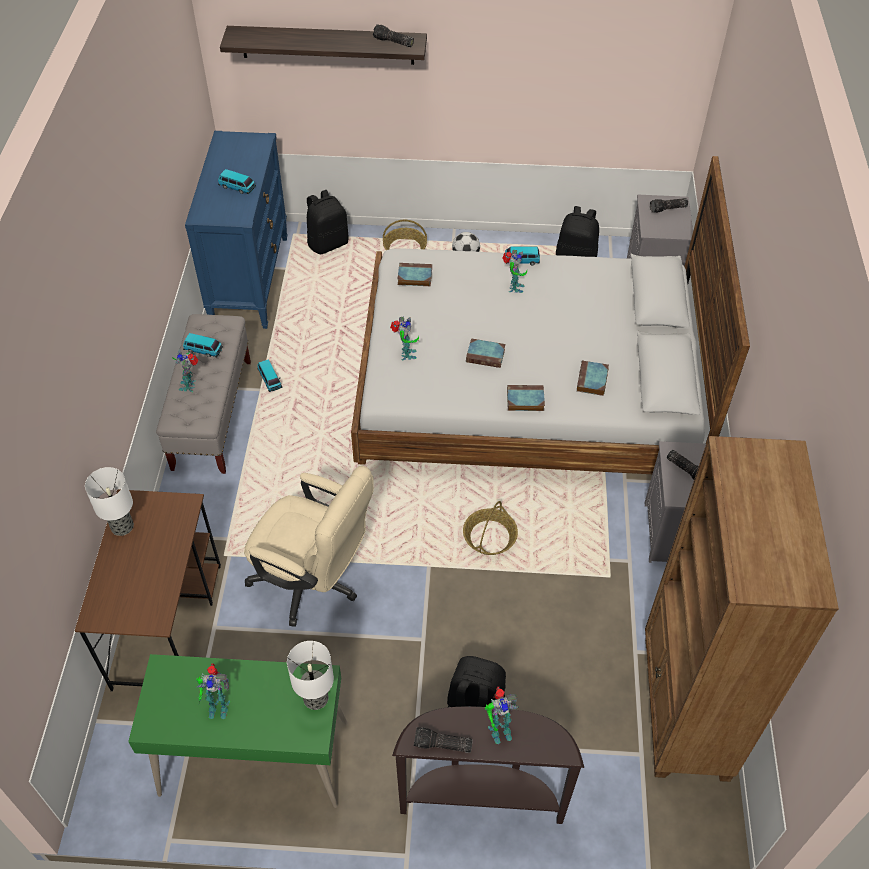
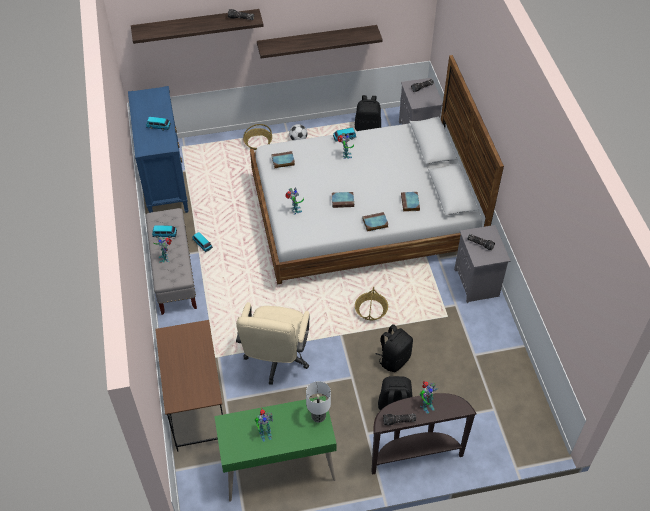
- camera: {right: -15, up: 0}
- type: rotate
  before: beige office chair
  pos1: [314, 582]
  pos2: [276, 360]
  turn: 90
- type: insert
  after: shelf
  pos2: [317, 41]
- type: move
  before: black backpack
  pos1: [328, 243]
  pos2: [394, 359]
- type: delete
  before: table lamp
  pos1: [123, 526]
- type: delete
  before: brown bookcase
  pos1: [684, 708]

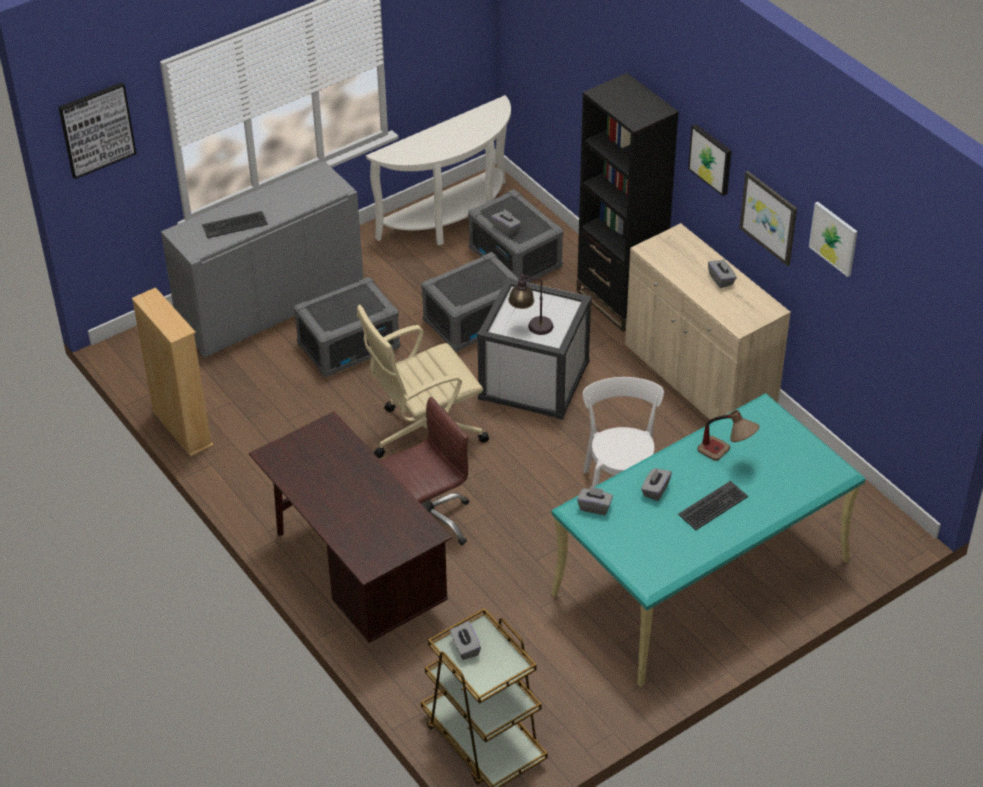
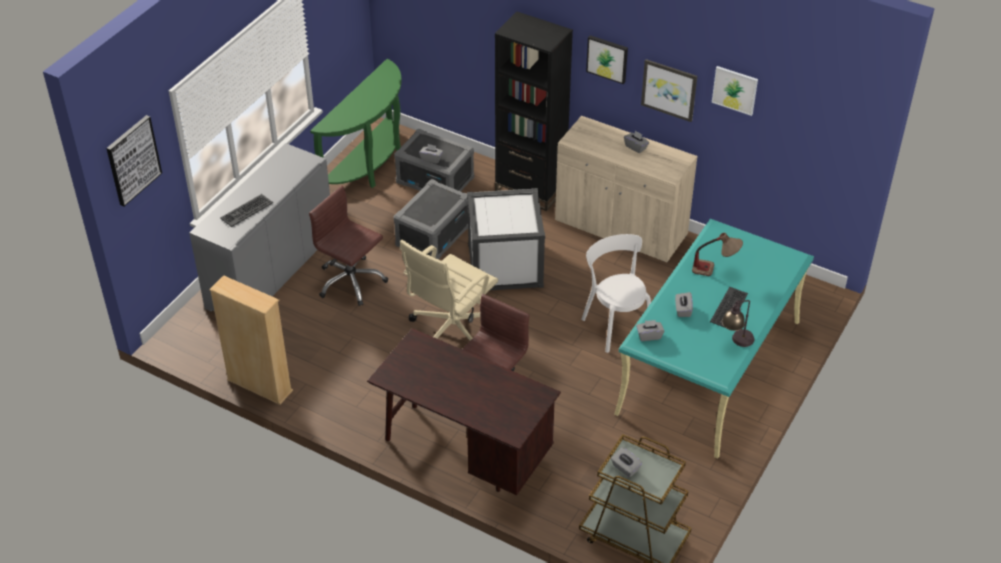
- camera: {right: -25, up: 0}
- type: replace
  before: grey storage box
  after: brown office chair
  pos1: [349, 345]
  pos2: [351, 282]
- type: recolor
  before: white console table
  after: green console table
  pos1: [452, 220]
  pos2: [370, 166]
- type: move
  before: table lamp
  pos1: [530, 327]
  pos2: [736, 342]

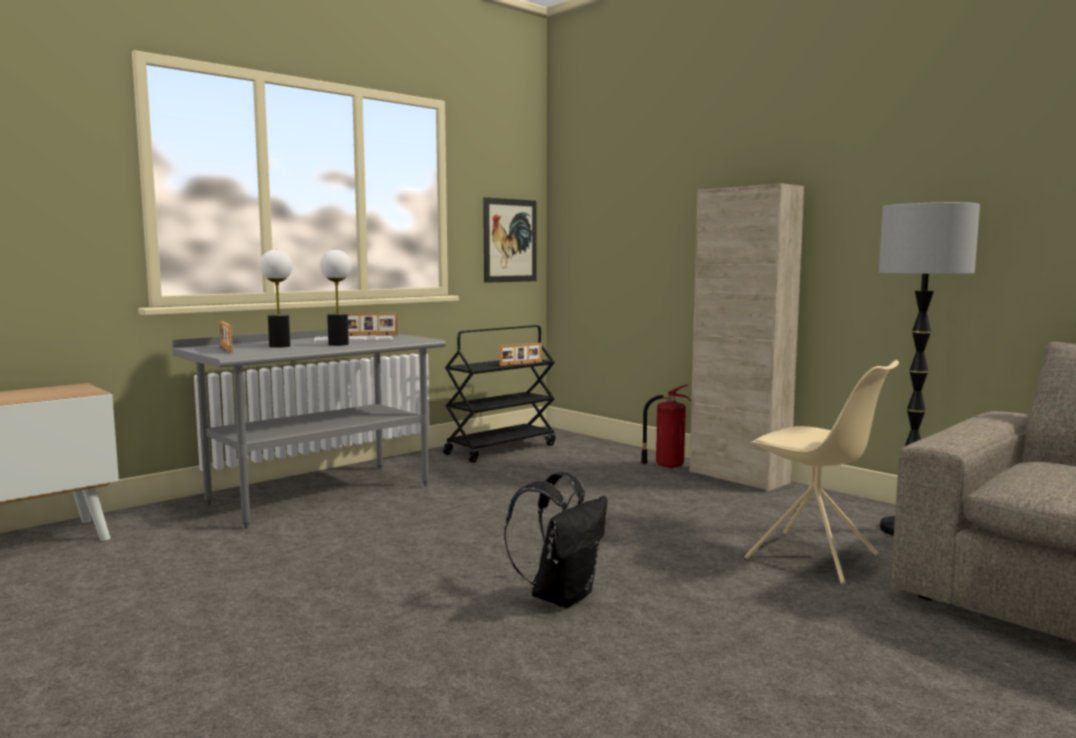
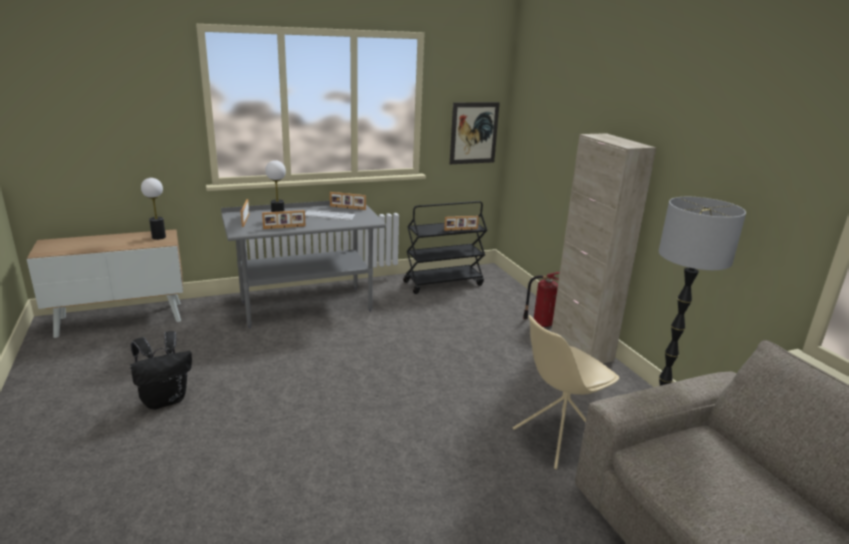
- camera: {right: 20, up: 15}
- type: move
  before: black backpack
  pos1: [561, 596]
  pos2: [165, 400]
- type: move
  before: table lamp
  pos1: [338, 344]
  pos2: [159, 237]
- type: insert
  after: picture frame
  pos2: [284, 227]
- type: rotate
  before: beige chair
  pos1: [814, 557]
  pos2: [557, 439]
  turn: 90

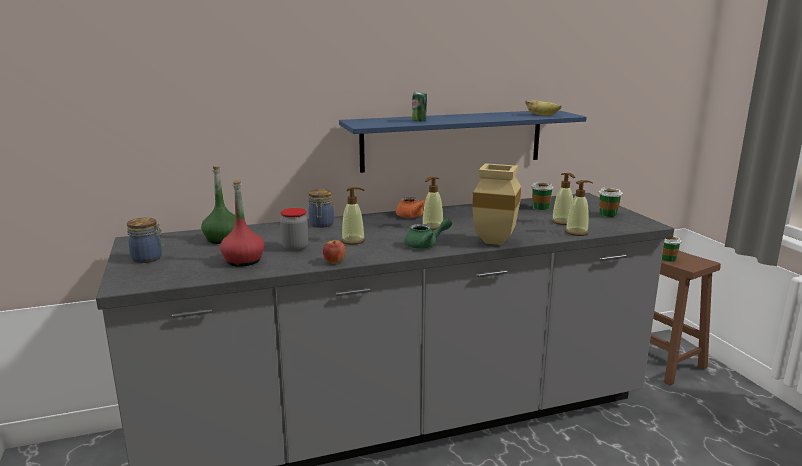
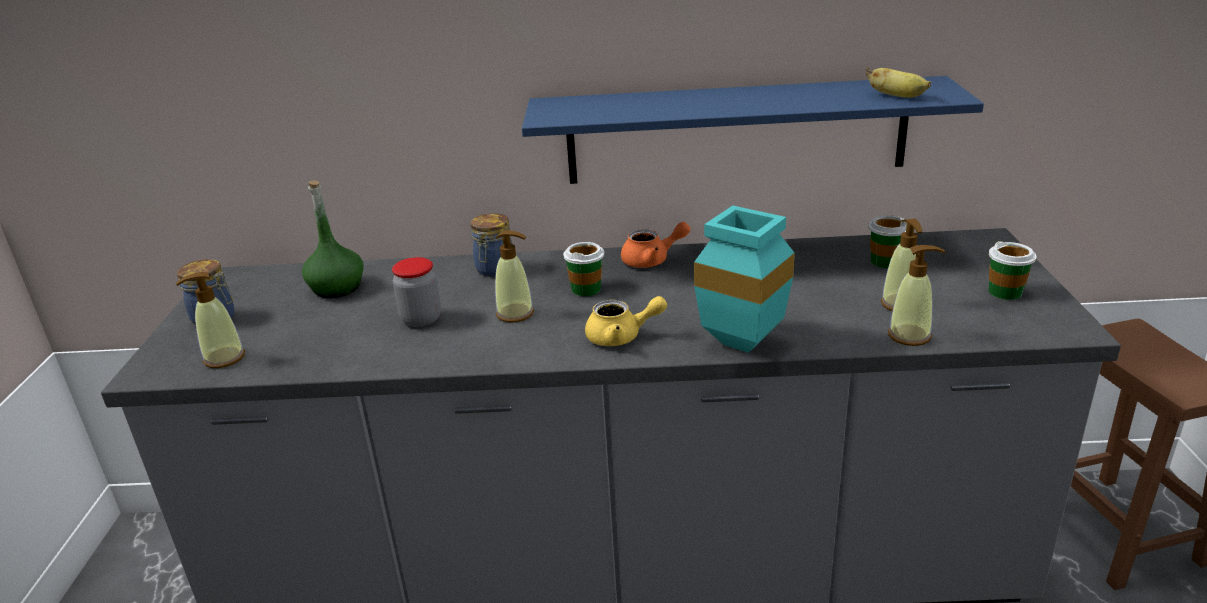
- camera: {right: 20, up: 10}
- type: move
  before: soap dispenser
  pos1: [432, 227]
  pos2: [224, 358]
- type: move
  before: cup
  pos1: [667, 259]
  pos2: [586, 289]
- type: recolor
  before: green teapot
  after: yellow teapot
  pos1: [426, 245]
  pos2: [621, 337]
- type: recolor
  before: beige vase
  after: turquoise vase
  pos1: [497, 241]
  pos2: [747, 343]
- type: delete
  before: red bottle
  pos1: [243, 261]
- type: delete
  before: apple
  pos1: [334, 262]
- type: delete
  before: can
  pos1: [419, 120]

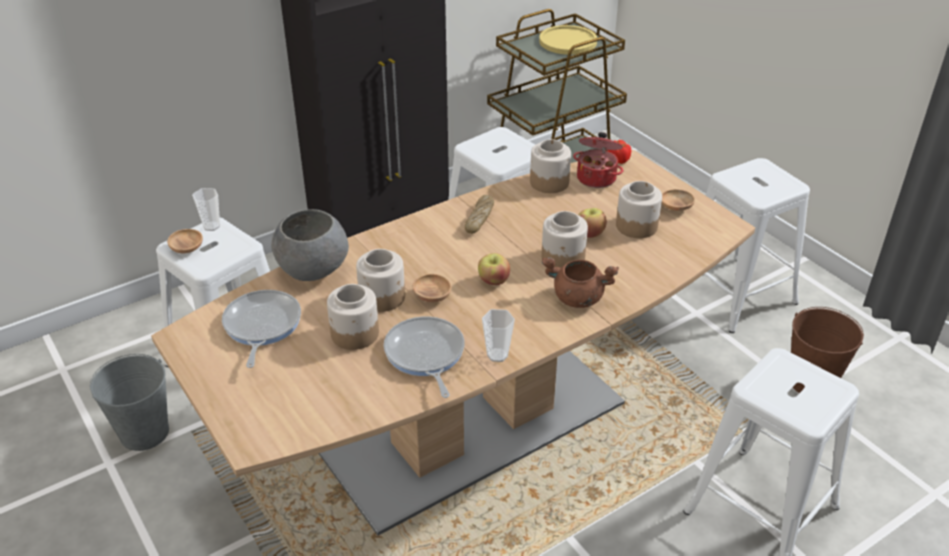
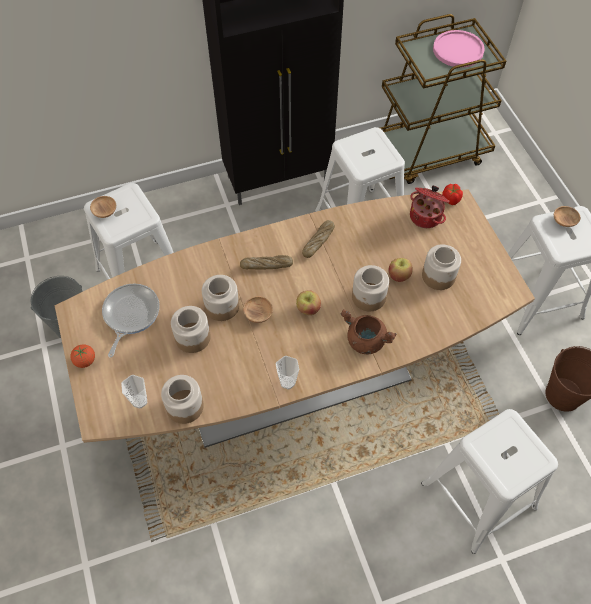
- camera: {right: 15, up: 20}
- type: insert
  after: tomato
  pos2: [85, 361]
- type: move
  before: cup
  pos1: [211, 226]
  pos2: [139, 401]
- type: move
  before: jar
  pos1: [549, 182]
  pos2: [185, 406]
- type: insert
  after: bread
  pos2: [266, 265]
- type: recolor
  before: yellow plate
  after: pink plate
  pos1: [568, 42]
  pos2: [458, 50]
- type: move
  before: brown bowl
  pos1: [675, 208]
  pos2: [564, 221]
- type: delete
  before: grey bowl
  pos1: [313, 270]
- type: delete
  before: frying pan
  pos1: [425, 355]

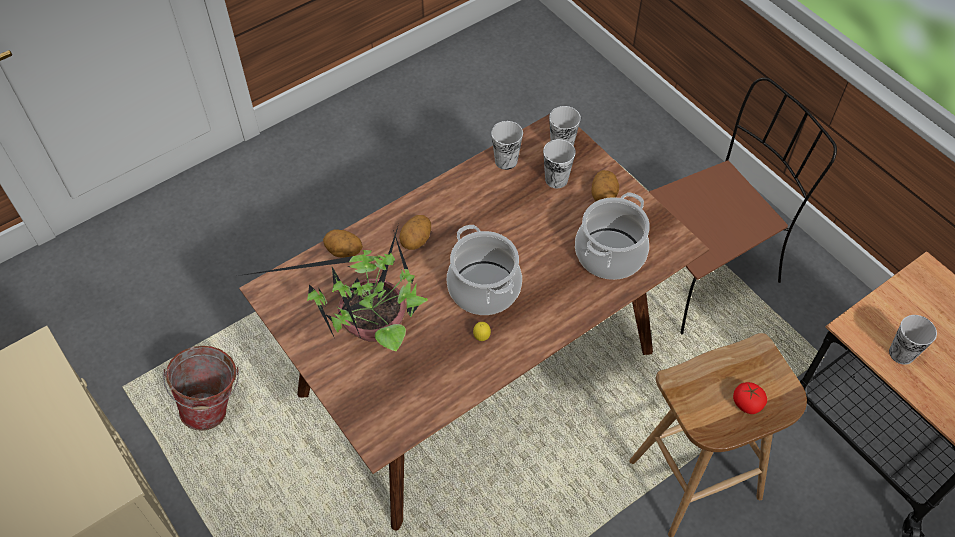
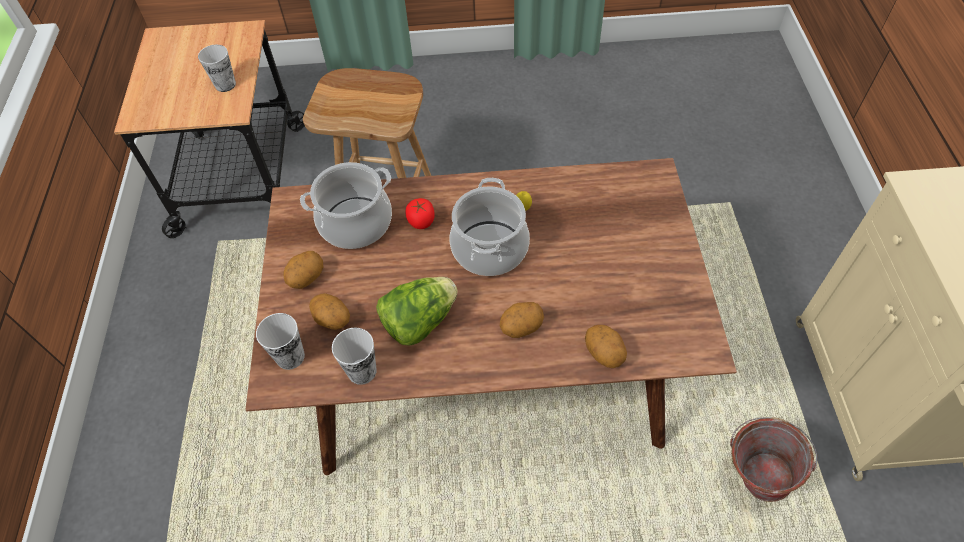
- camera: {right: -145, up: 0}
- type: replace
  before: cup
  after: potato
  pos1: [556, 179]
  pos2: [332, 320]
- type: insert
  after: lettuce
  pos2: [419, 322]
- type: move
  before: tomato
  pos1: [746, 404]
  pos2: [421, 221]
- type: delete
  before: potted plant
  pos1: [370, 325]
- type: delete
  before: brown chair
  pos1: [701, 267]

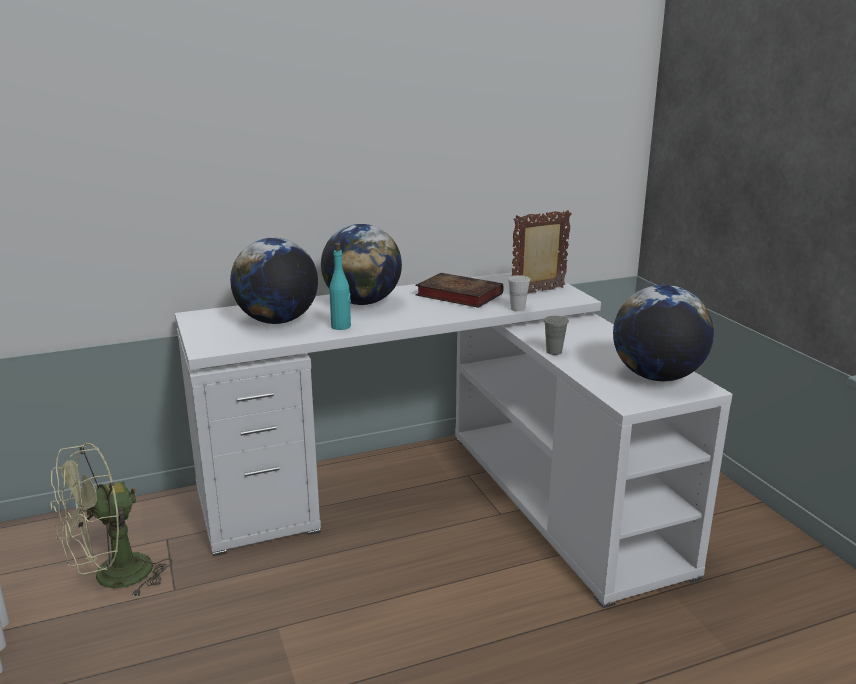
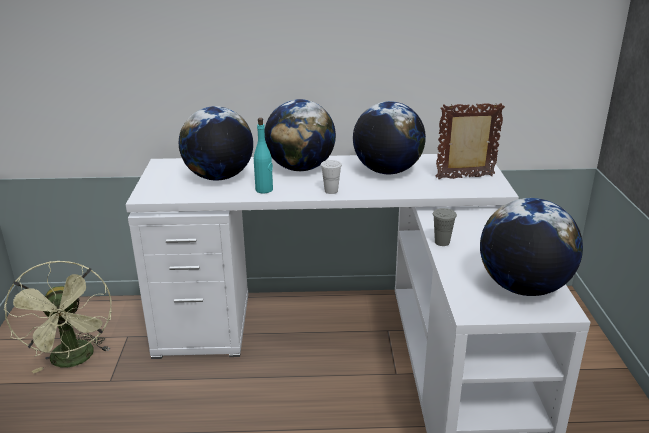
- camera: {right: 20, up: 5}
- type: rotate
  before: green fan
  pos1: [112, 578]
  pos2: [74, 360]
  turn: -90
- type: move
  before: white cup
  pos1: [517, 308]
  pos2: [331, 191]
- type: replace
  before: book
  after: globe
  pos1: [457, 295]
  pos2: [387, 171]

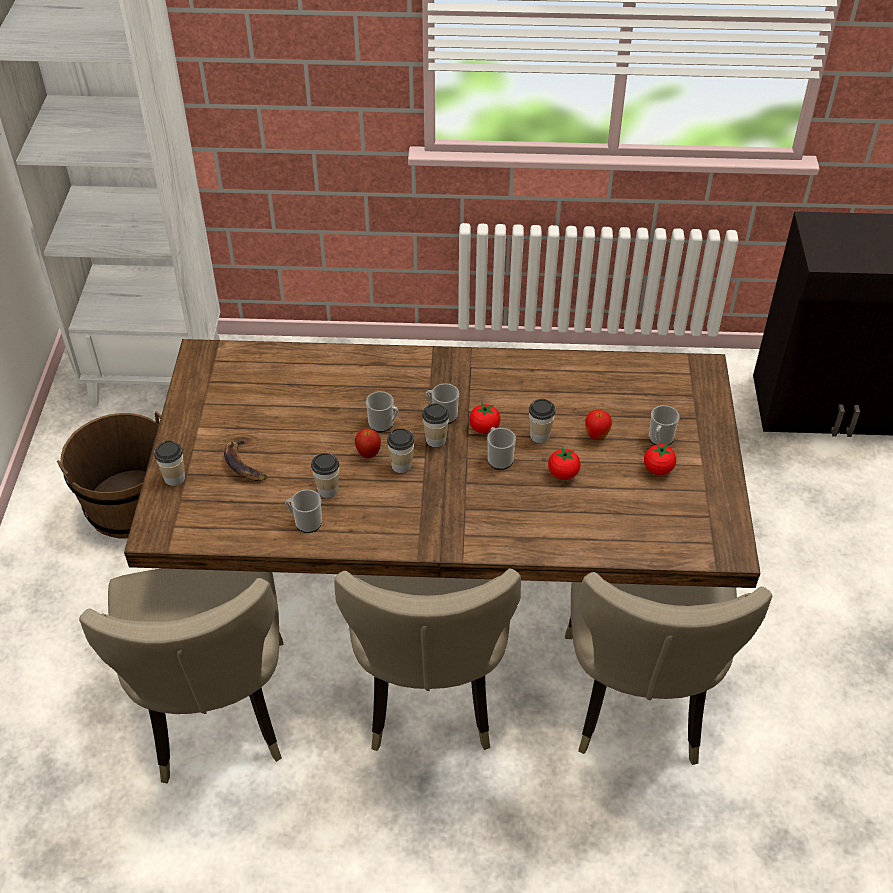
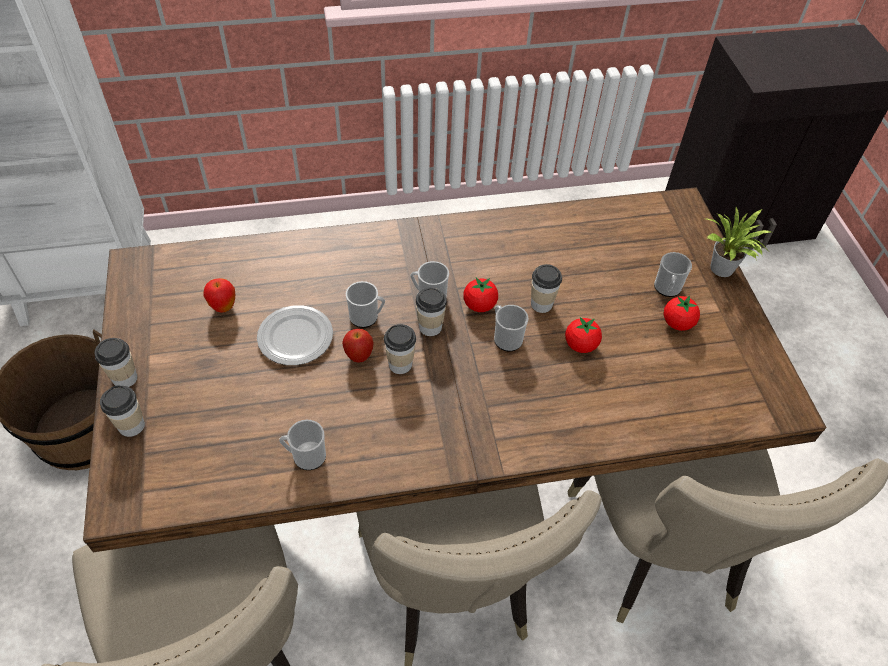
- camera: {right: -15, up: 5}
- type: move
  before: cup
  pos1: [327, 490]
  pos2: [125, 378]
- type: move
  before: apple
  pos1: [596, 436]
  pos2: [223, 307]
- type: insert
  after: plate
  pos2: [294, 338]
- type: insert
  after: potted plant
  pos2: [722, 271]
- type: delete
  before: banana
  pos1: [243, 464]

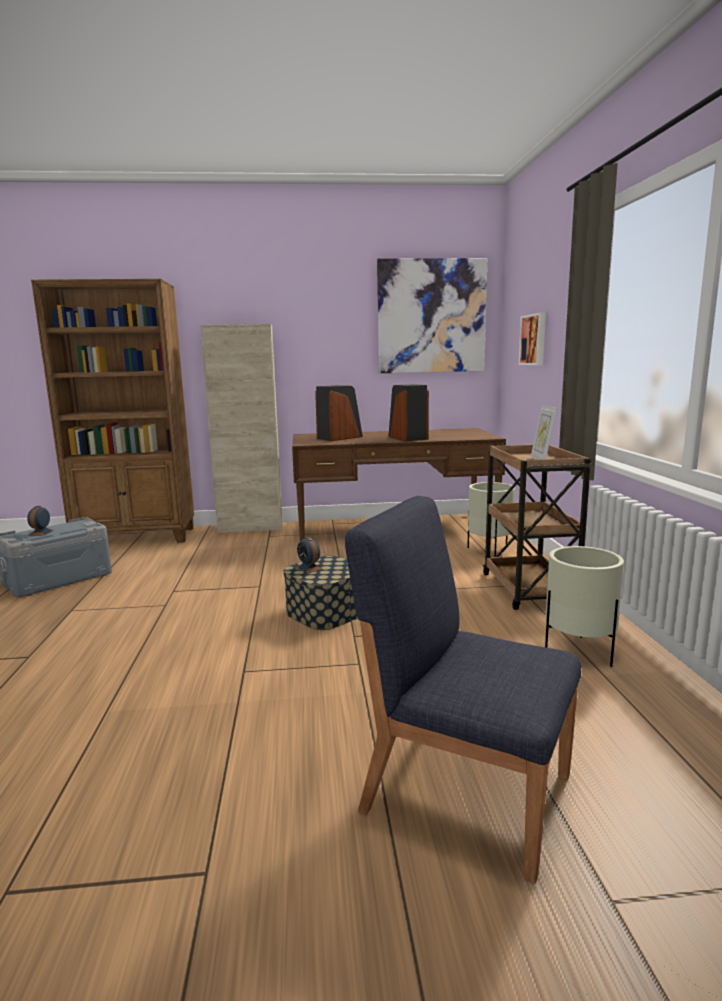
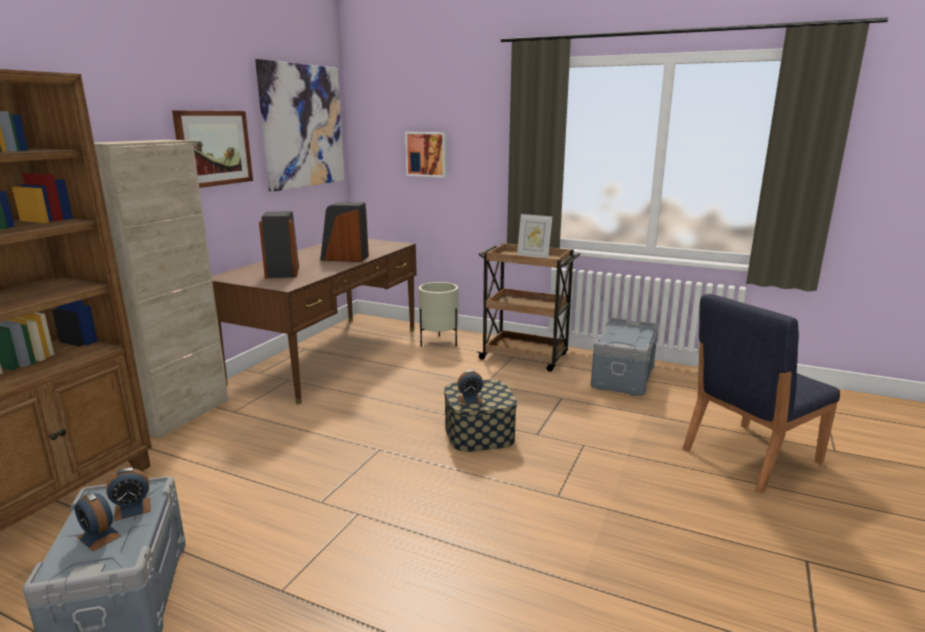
- camera: {right: -60, up: 5}
- type: insert
  after: alarm clock
  pos2: [132, 509]
- type: insert
  after: picture
  pos2: [213, 148]
- type: replace
  before: beige planter
  after: grey storage box
  pos1: [579, 652]
  pos2: [624, 377]

